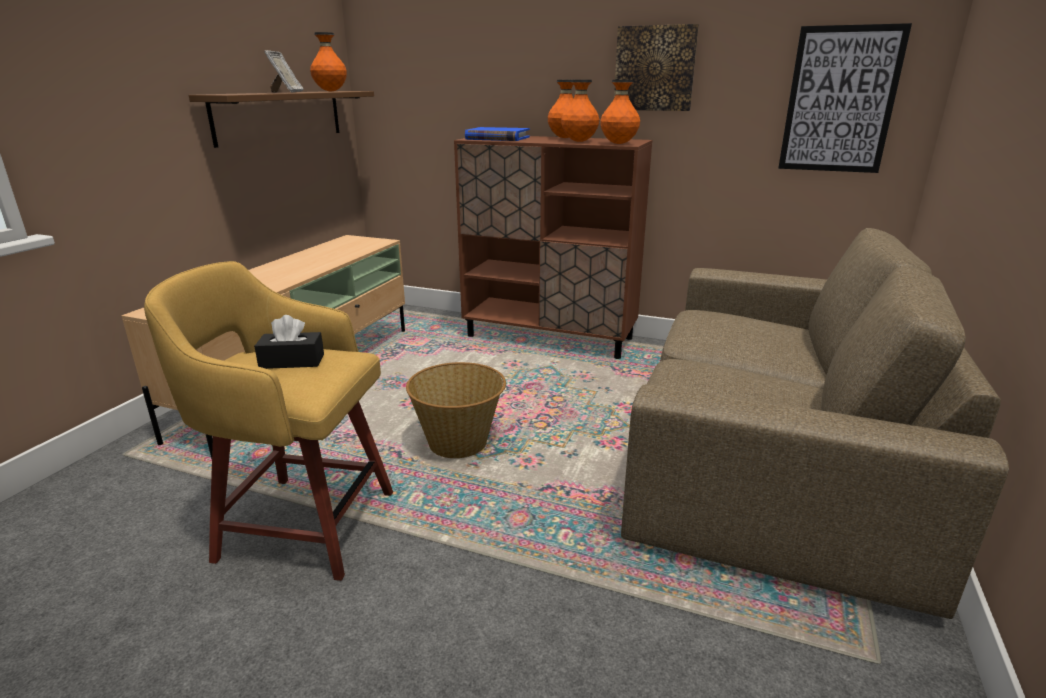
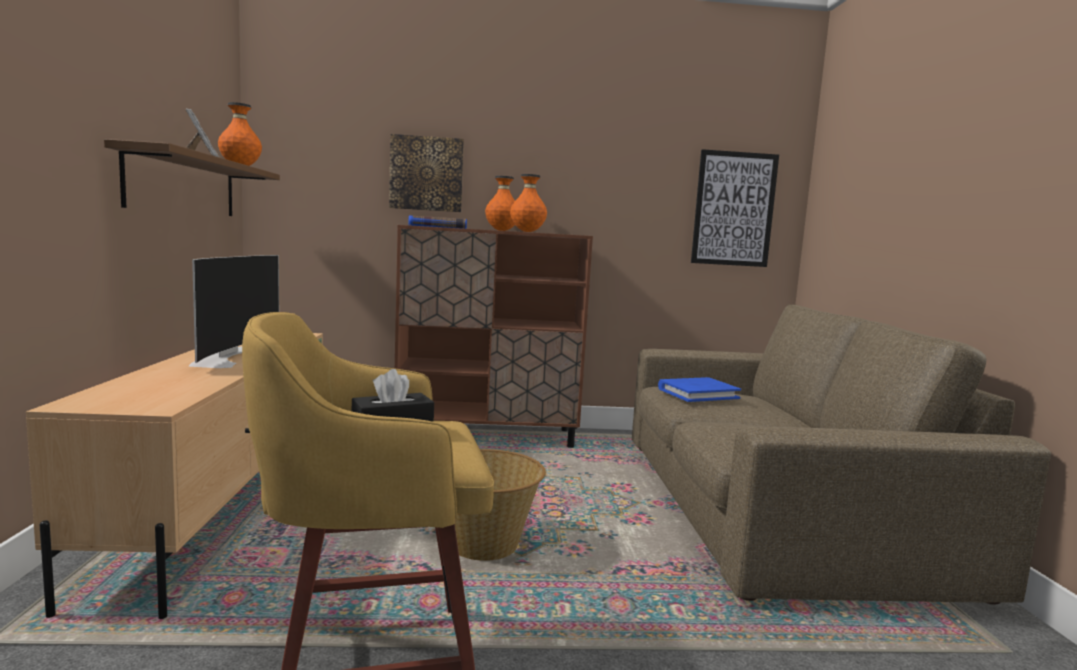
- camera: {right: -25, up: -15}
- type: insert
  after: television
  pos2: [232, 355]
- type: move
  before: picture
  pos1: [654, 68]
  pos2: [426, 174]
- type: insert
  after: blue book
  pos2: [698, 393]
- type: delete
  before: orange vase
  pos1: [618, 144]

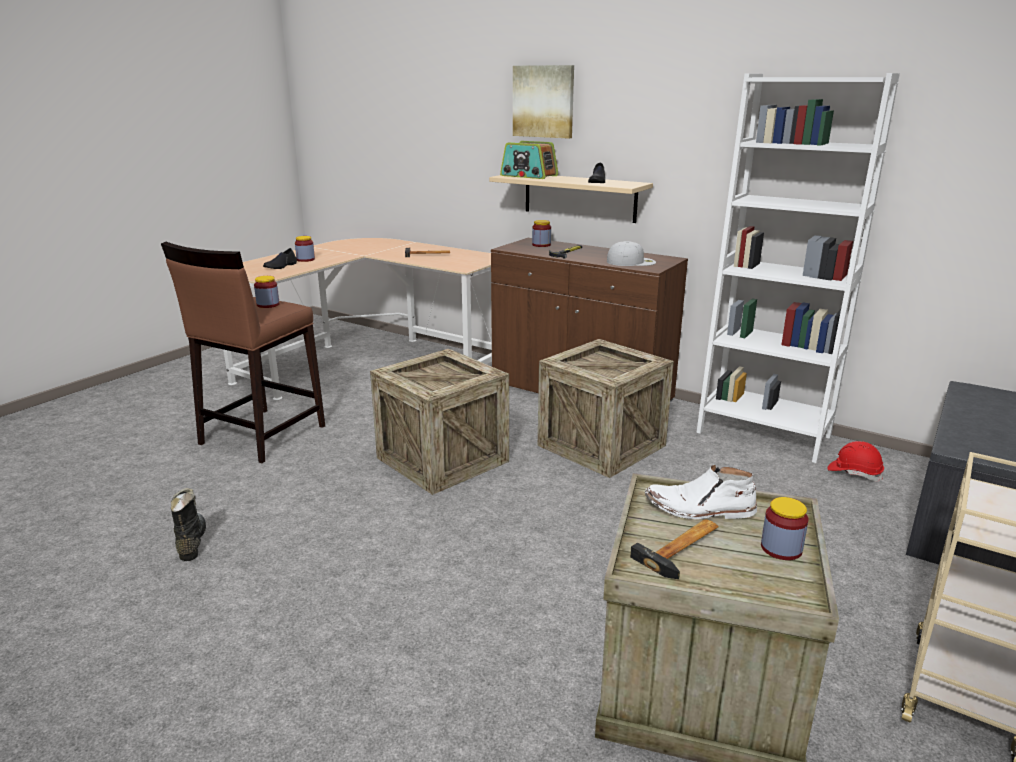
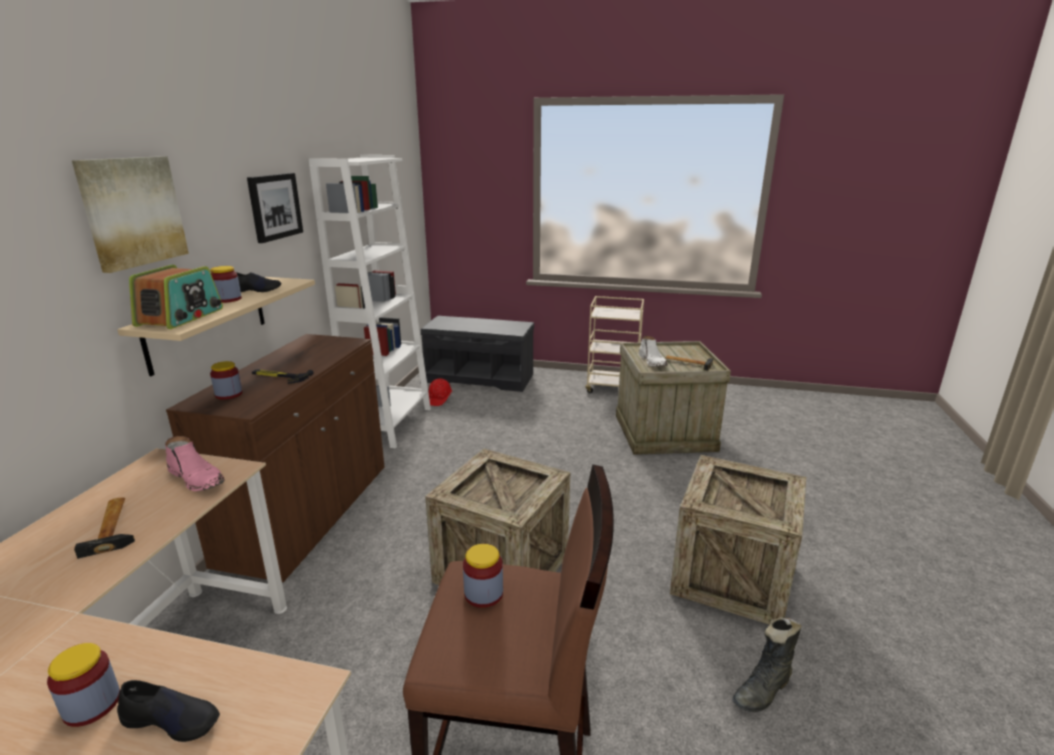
- camera: {right: -110, up: 0}
- type: insert
  after: pink boot
  pos2: [198, 478]
- type: move
  before: jar
  pos1: [781, 548]
  pos2: [228, 299]
- type: insert
  after: picture
  pos2: [274, 206]
- type: move
  before: crate
  pos1: [601, 445]
  pos2: [731, 576]
- type: delete
  before: white cap
  pos1: [631, 261]

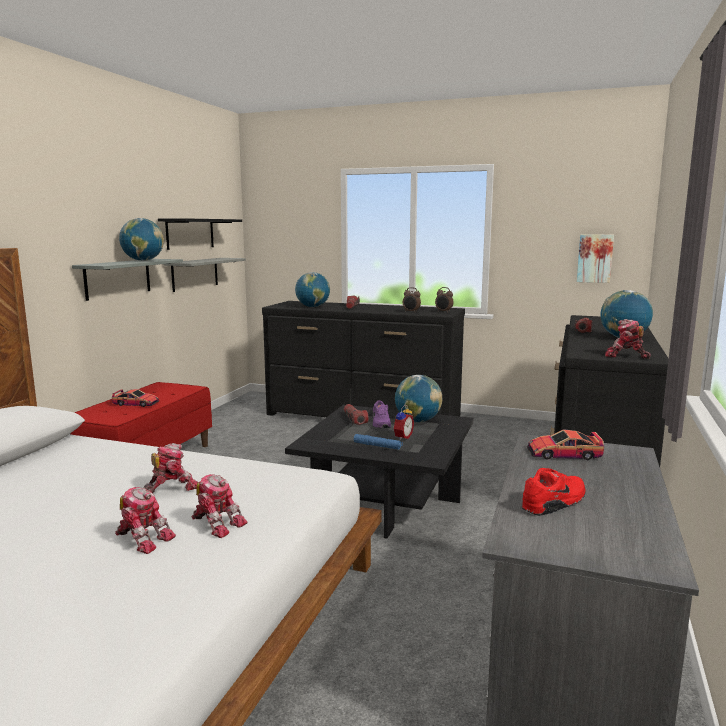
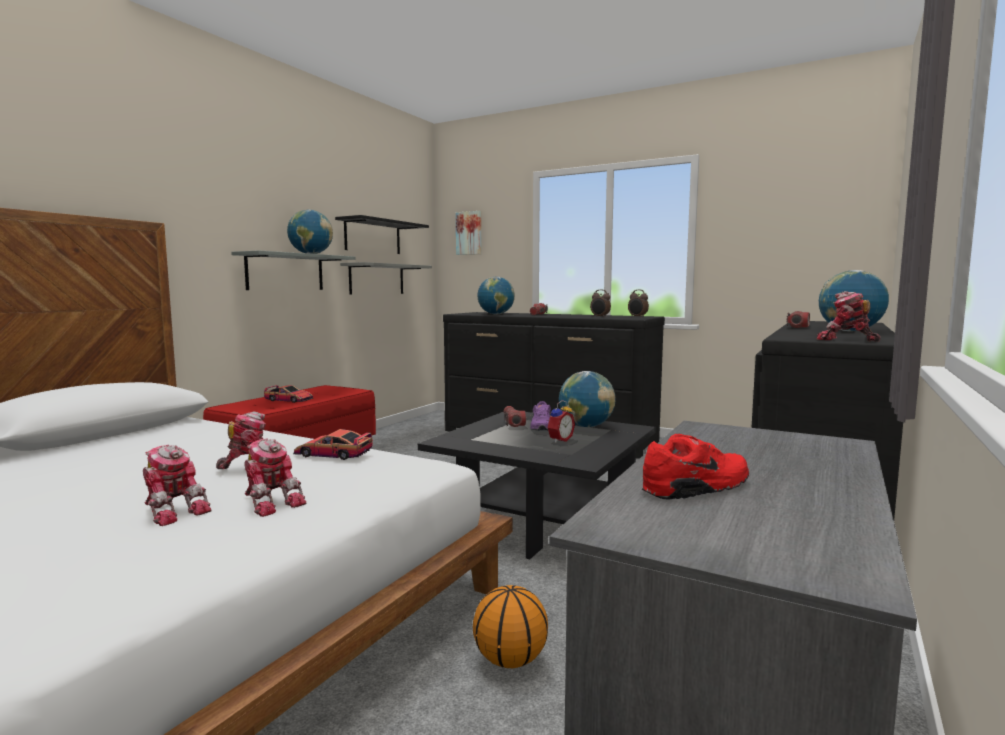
- camera: {right: 10, up: -5}
- type: move
  before: toy car
  pos1: [563, 454]
  pos2: [333, 454]
- type: move
  before: picture
  pos1: [594, 258]
  pos2: [469, 233]
- type: insert
  after: basketball
  pos2: [511, 660]
- type: delete
  before: blue flashlight
  pos1: [377, 446]

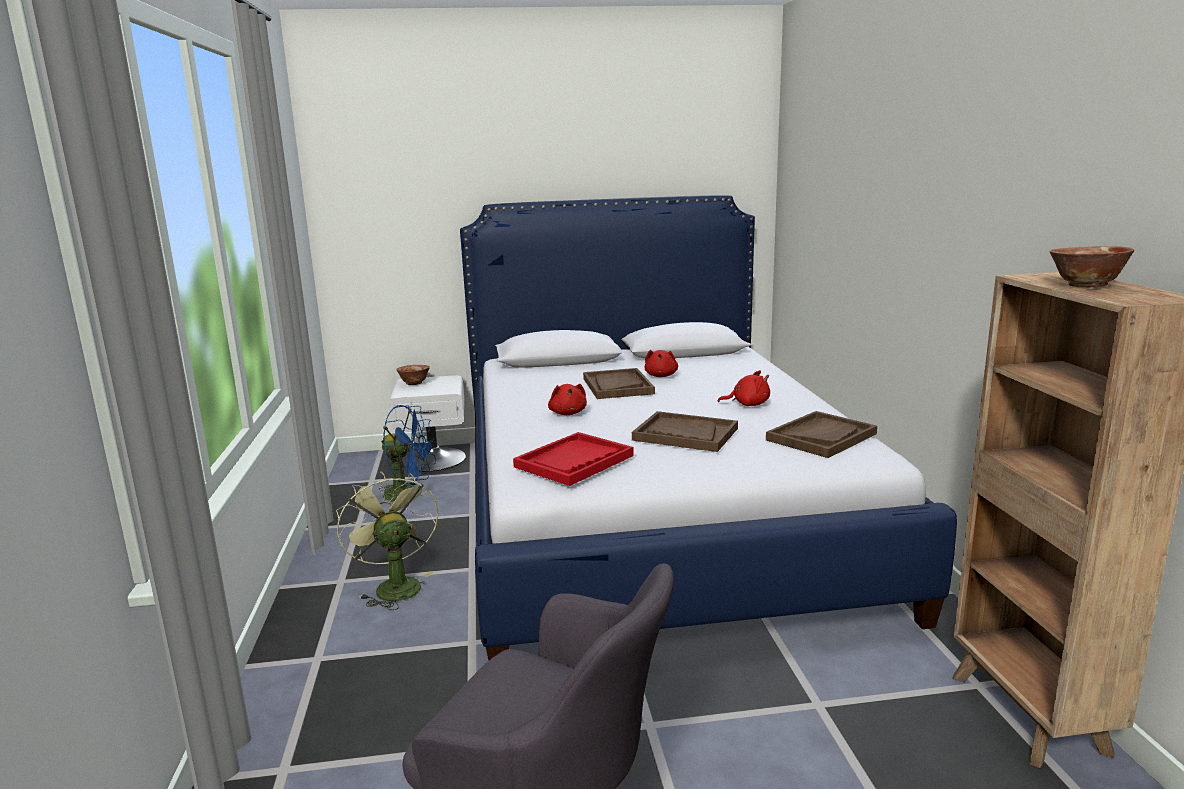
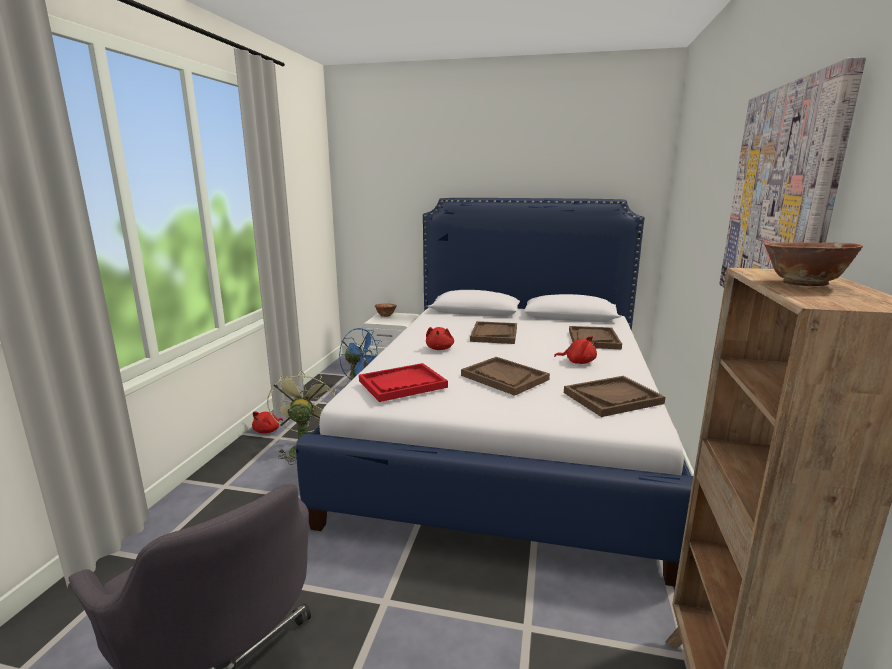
- camera: {right: 20, up: 0}
- type: move
  before: red plush toy
  pos1: [661, 376]
  pos2: [268, 431]
- type: insert
  after: brown tray
  pos2: [593, 339]
- type: insert
  after: picture
  pos2: [781, 200]

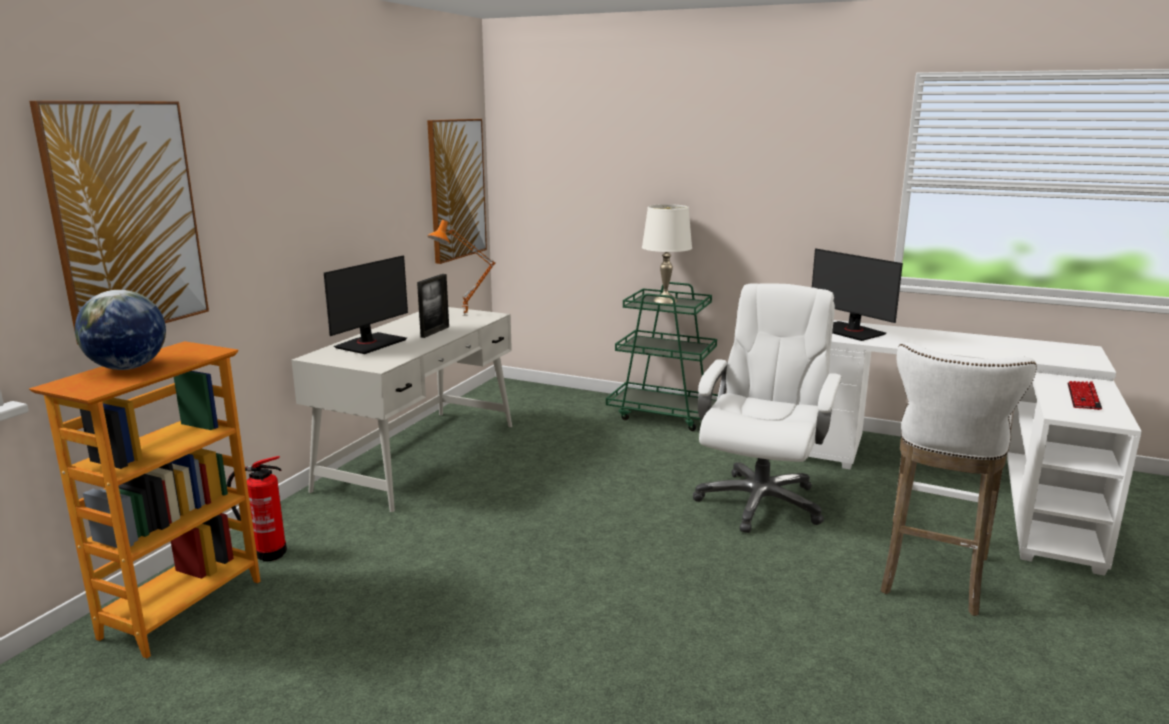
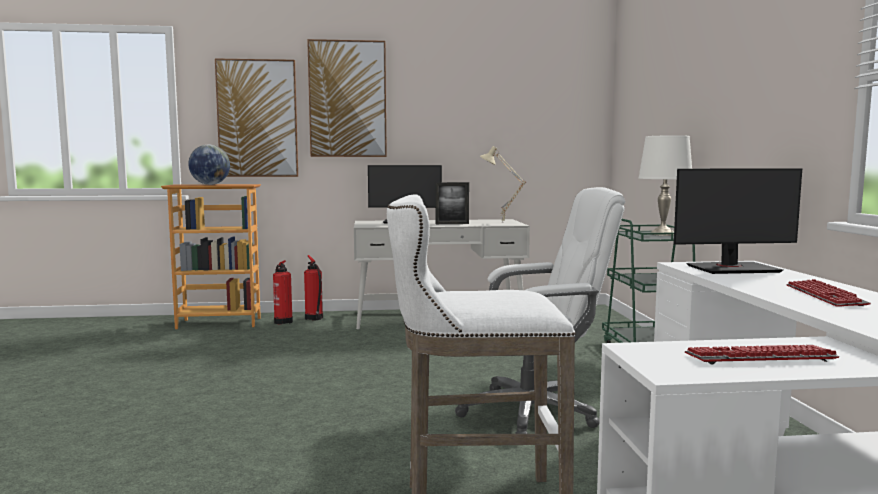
- camera: {right: 60, up: -10}
- type: insert
  after: fire extinguisher
  pos2: [314, 318]
- type: move
  before: picture
  pos1: [456, 189]
  pos2: [347, 99]
- type: recolor
  before: orange table lamp
  after: beige table lamp
  pos1: [465, 316]
  pos2: [501, 223]
- type: rotate
  before: monitor
  pos1: [850, 331]
  pos2: [732, 268]
  turn: -120
- type: insert
  after: keyboard
  pos2: [824, 296]

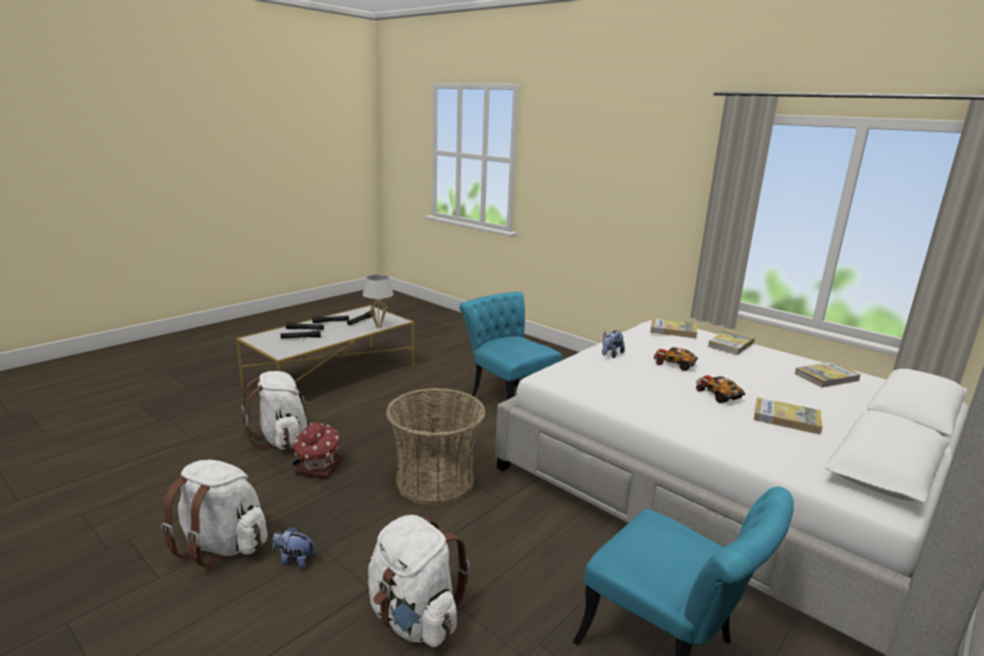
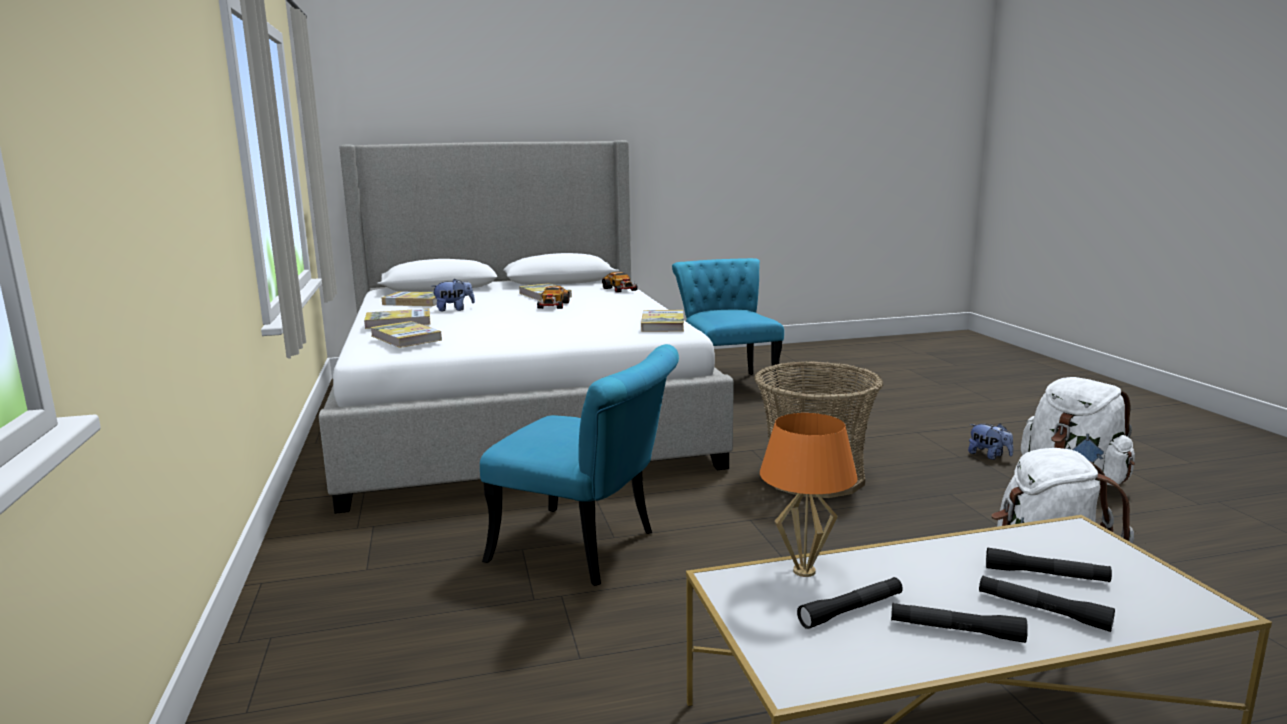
- camera: {right: -145, up: -5}
- type: move
  before: plush toy
  pos1: [610, 355]
  pos2: [454, 309]
- type: rotate
  before: turquoise chair
  pos1: [507, 399]
  pos2: [588, 549]
  turn: -60
- type: move
  before: toy car
  pos1: [673, 364]
  pos2: [620, 289]
- type: insert
  after: book
  pos2: [662, 324]
- type: recolor
  before: white table lamp
  after: orange table lamp
  pos1: [378, 326]
  pos2: [804, 571]
- type: delete
  before: toy house
  pos1: [318, 468]
- type: delete
  before: white backpack
  pos1: [414, 619]

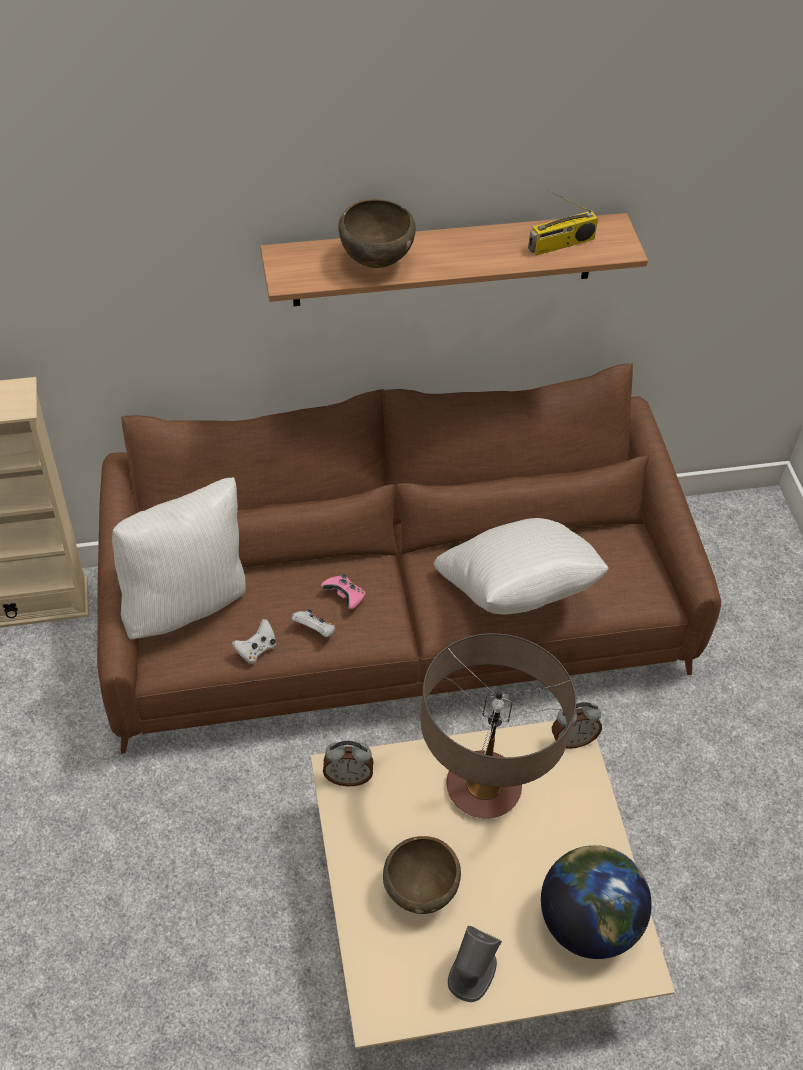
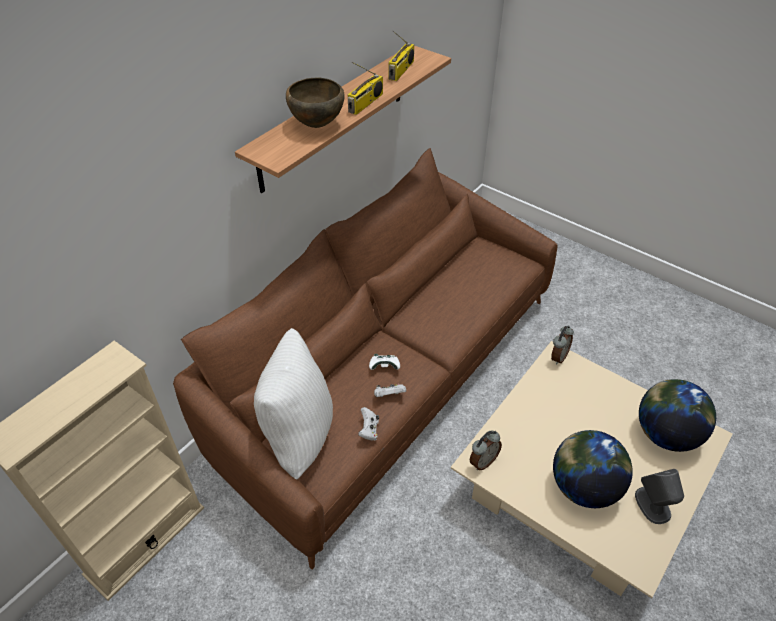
- camera: {right: -40, up: -5}
- type: insert
  after: radio
  pos2: [365, 103]
- type: recolor
  before: pink game controller
  after: white game controller
  pos1: [345, 597]
  pos2: [384, 367]
- type: replace
  before: brown bowl
  after: globe
  pos1: [420, 891]
  pos2: [583, 487]
- type: delete
  before: table lamp
  pos1: [483, 788]
- type: delete
  before: white pillow
  pos1: [515, 595]

